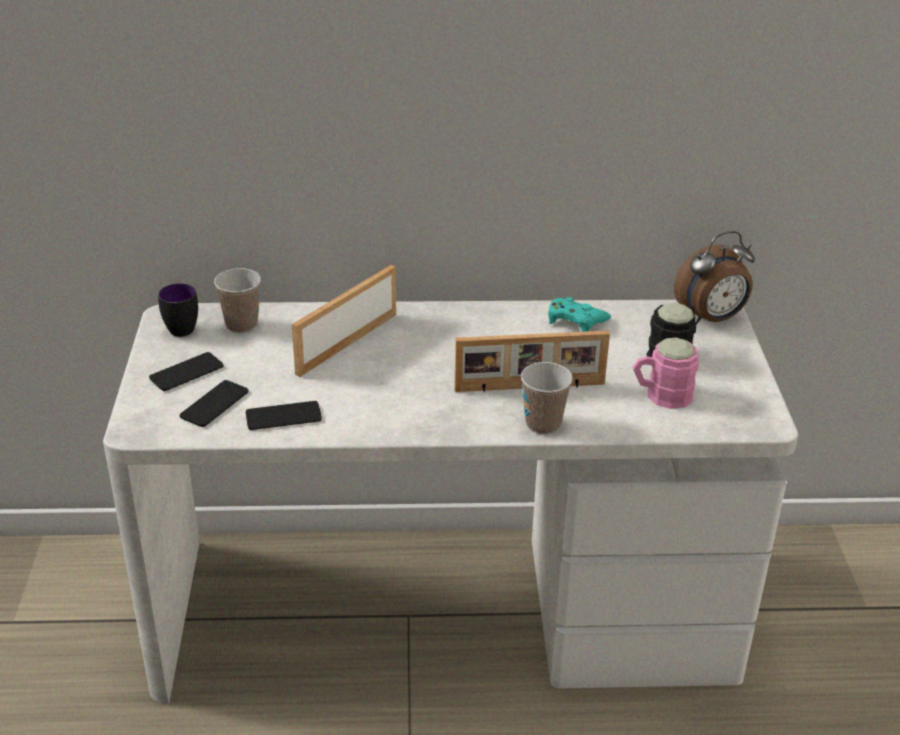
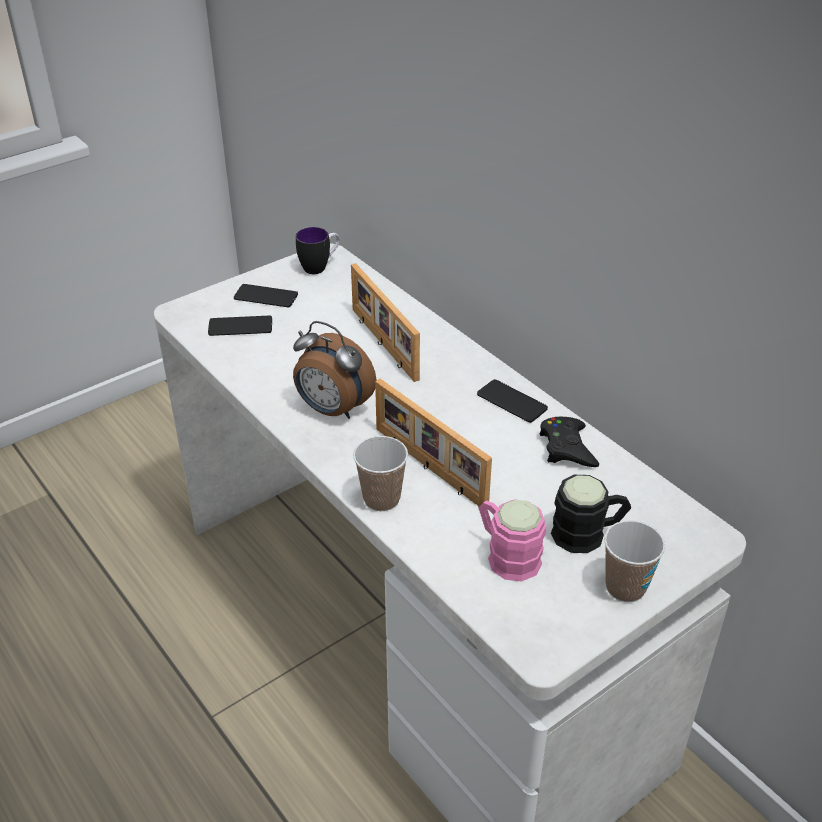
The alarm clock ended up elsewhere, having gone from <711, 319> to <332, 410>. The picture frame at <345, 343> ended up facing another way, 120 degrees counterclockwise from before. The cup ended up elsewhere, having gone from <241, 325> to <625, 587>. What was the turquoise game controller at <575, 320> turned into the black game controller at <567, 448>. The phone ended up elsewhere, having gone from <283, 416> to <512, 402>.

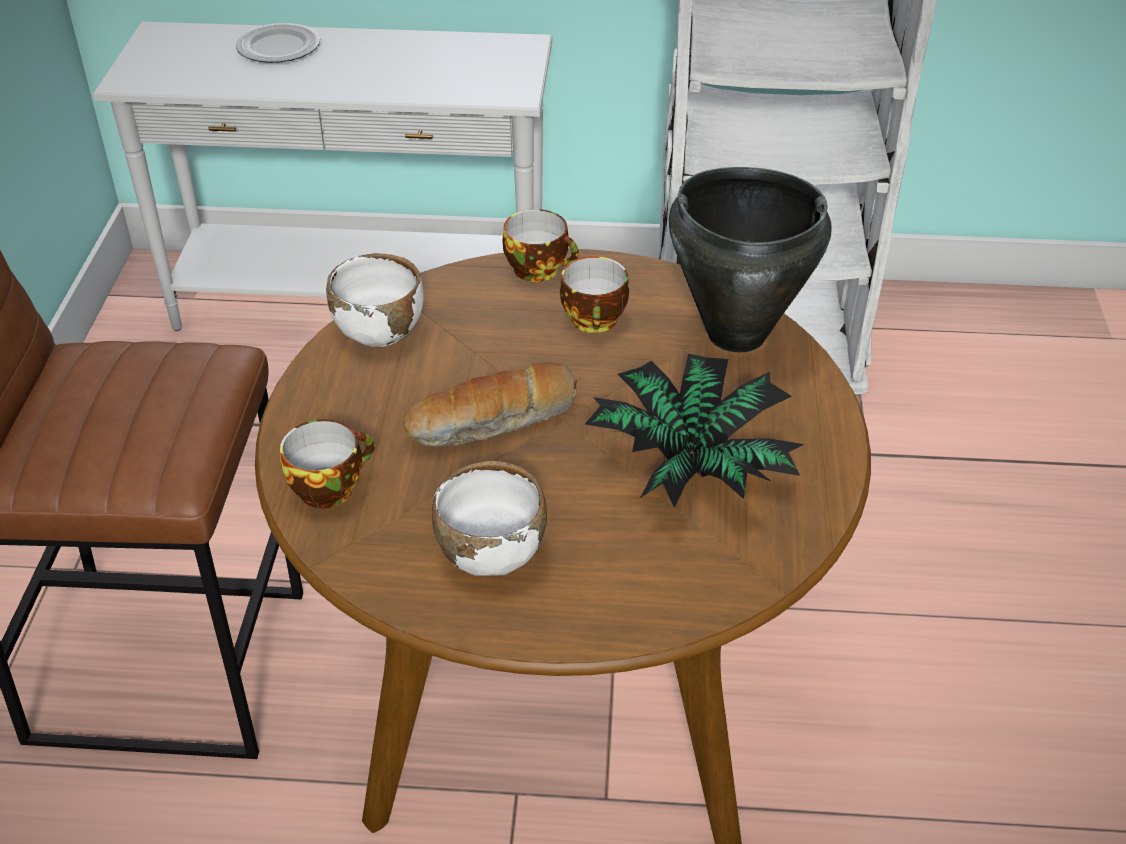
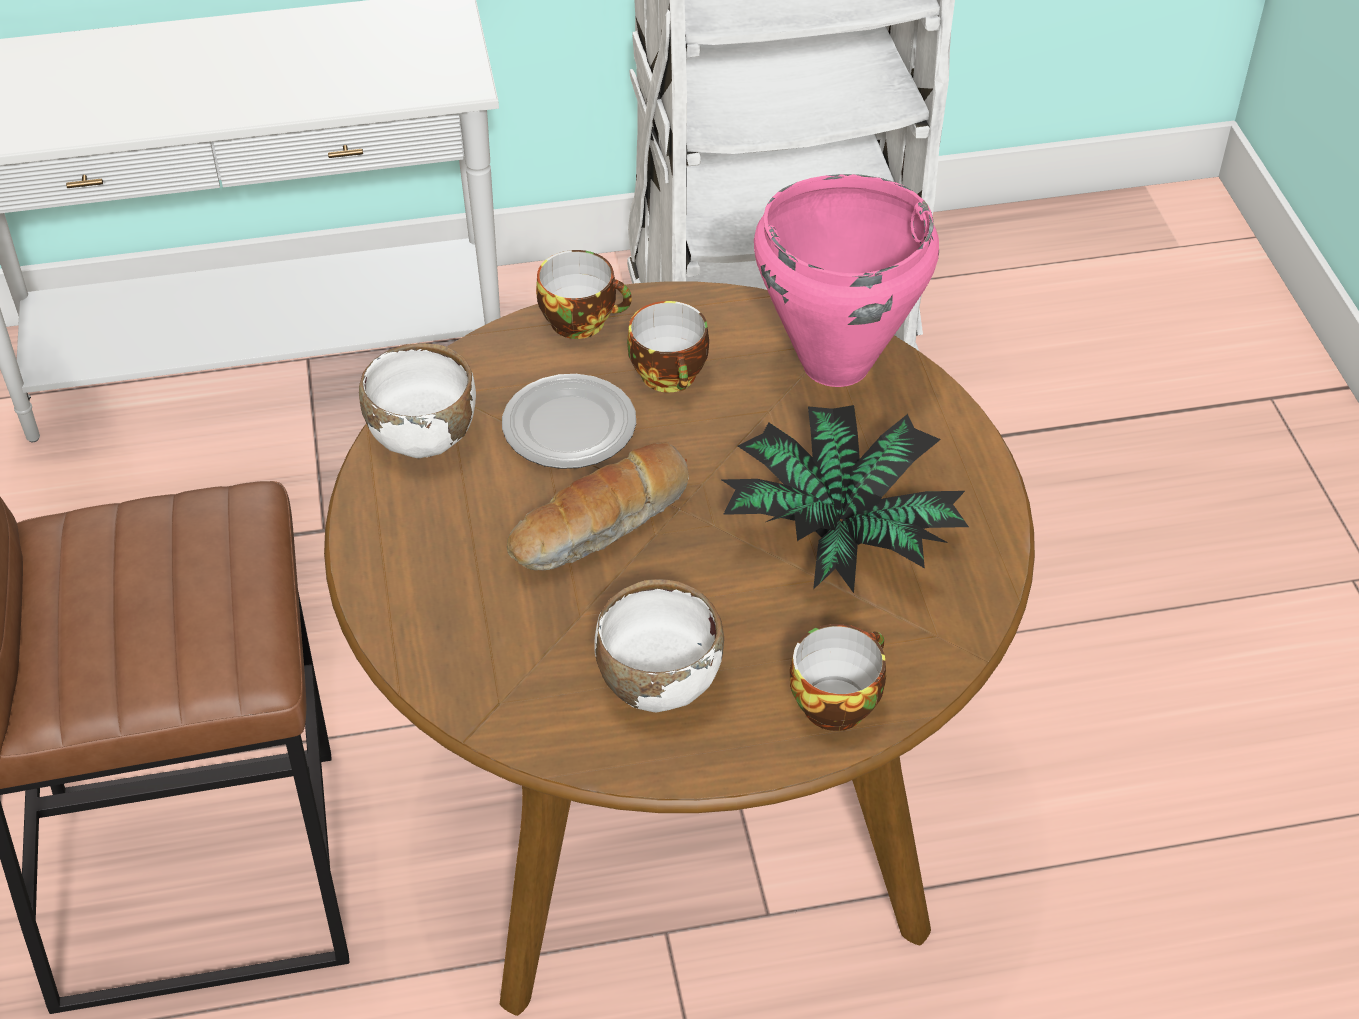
The plate ended up elsewhere, having gone from <278, 48> to <569, 428>. What was the black cooking pot at <735, 333> turned into the pink cooking pot at <834, 363>. The cup ended up elsewhere, having gone from <329, 486> to <836, 700>.

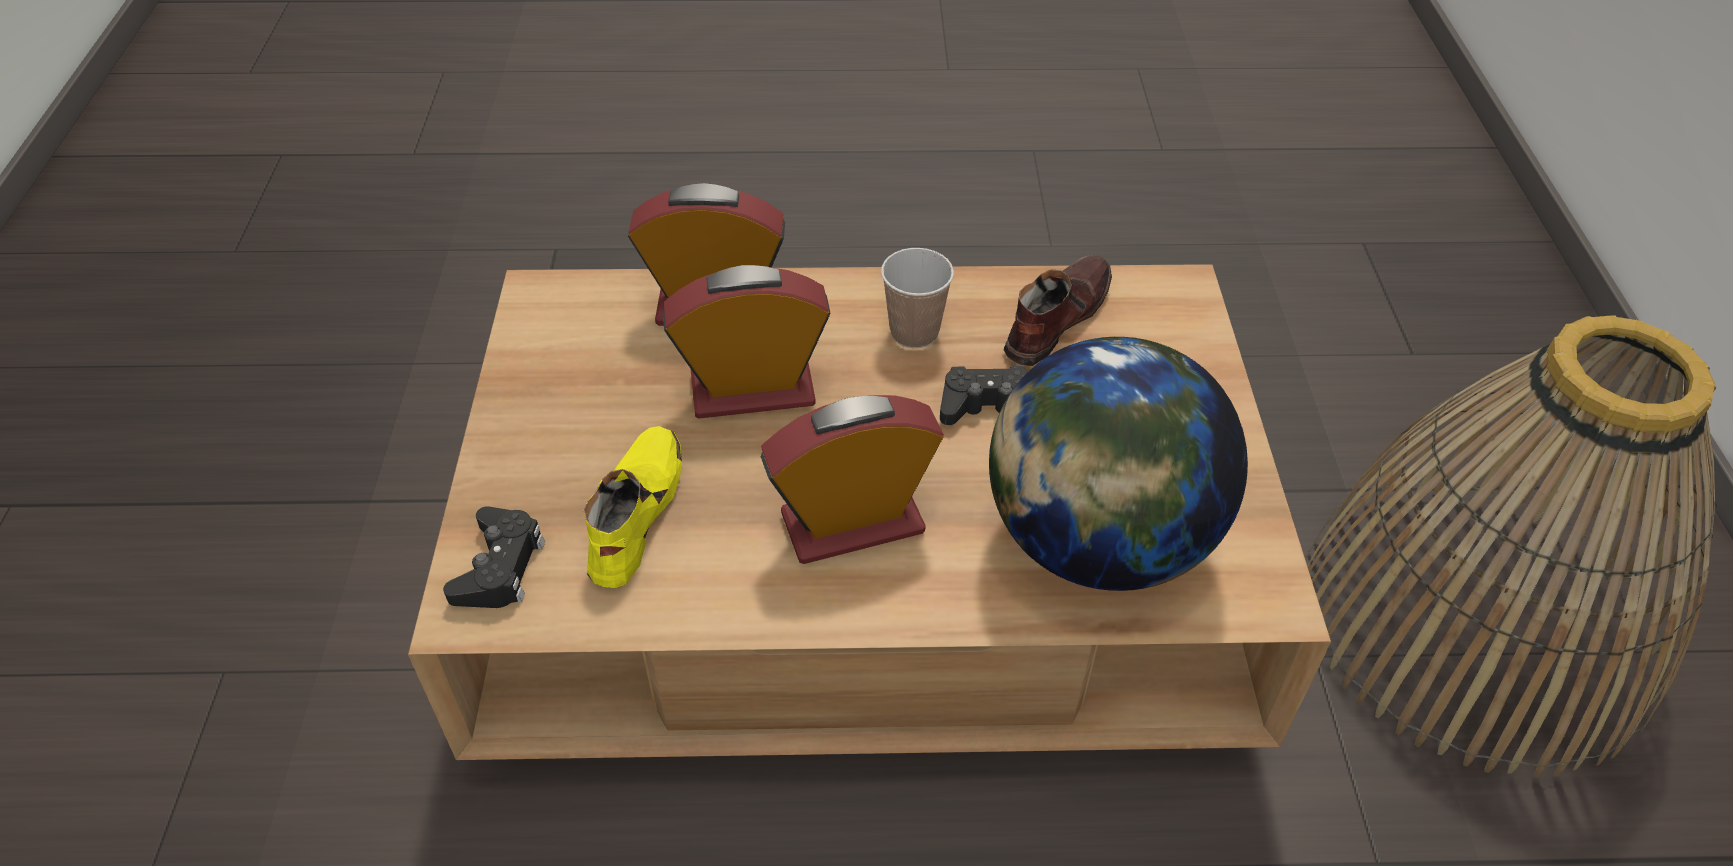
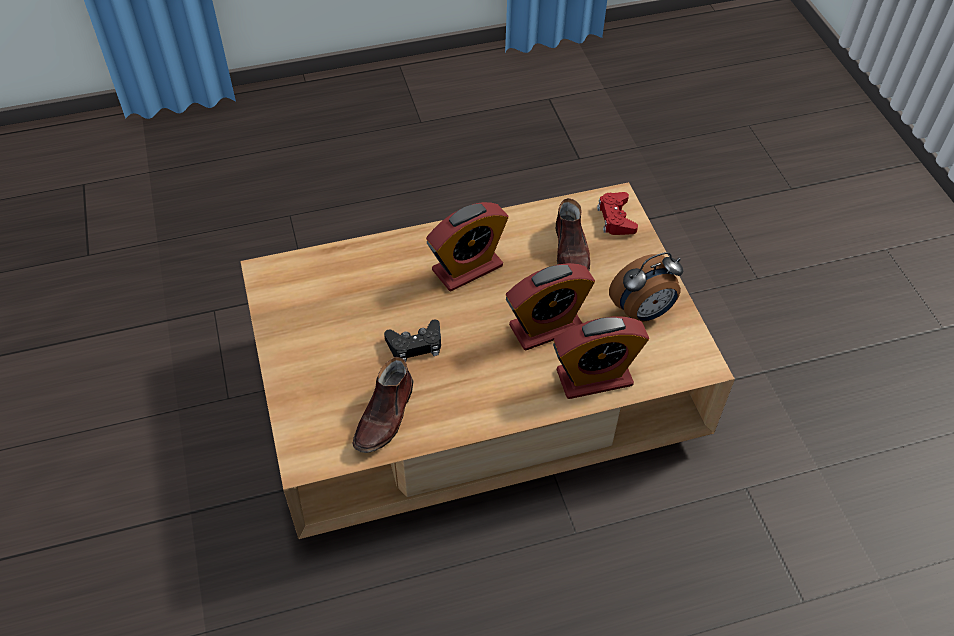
The second view lost the cup at <914, 333>. The second view lost the basket at <1475, 622>. The second view lost the globe at <1096, 542>. What was the yellow shoe at <634, 514> turned into the brown shoe at <571, 252>. What was the black game controller at <499, 567> turned into the red game controller at <616, 218>. The second view gained the alarm clock at <642, 312>.

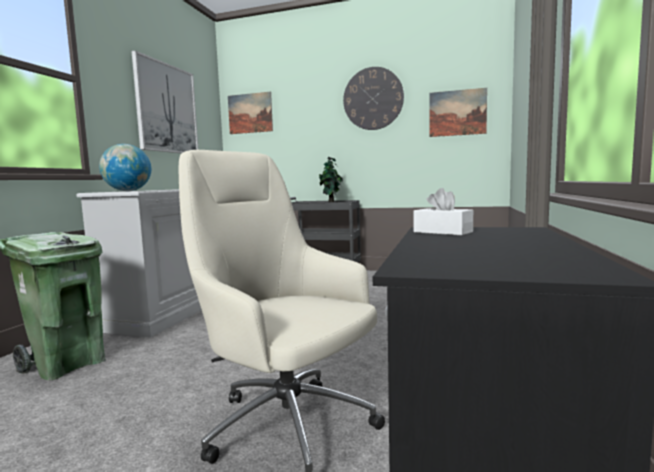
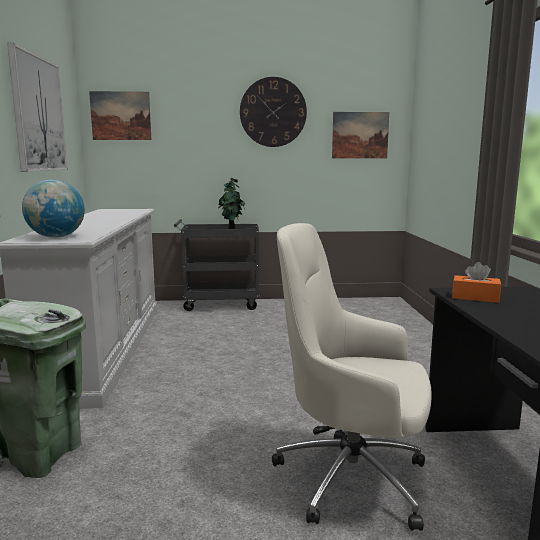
What was the white tissue box at <442, 232> turned into the orange tissue box at <475, 297>.

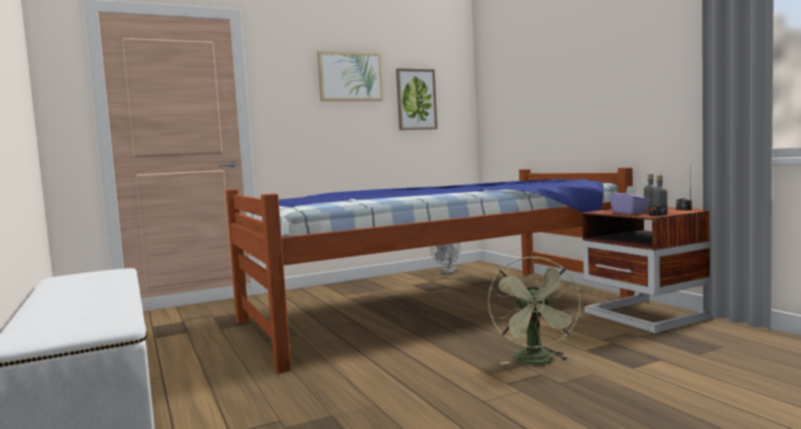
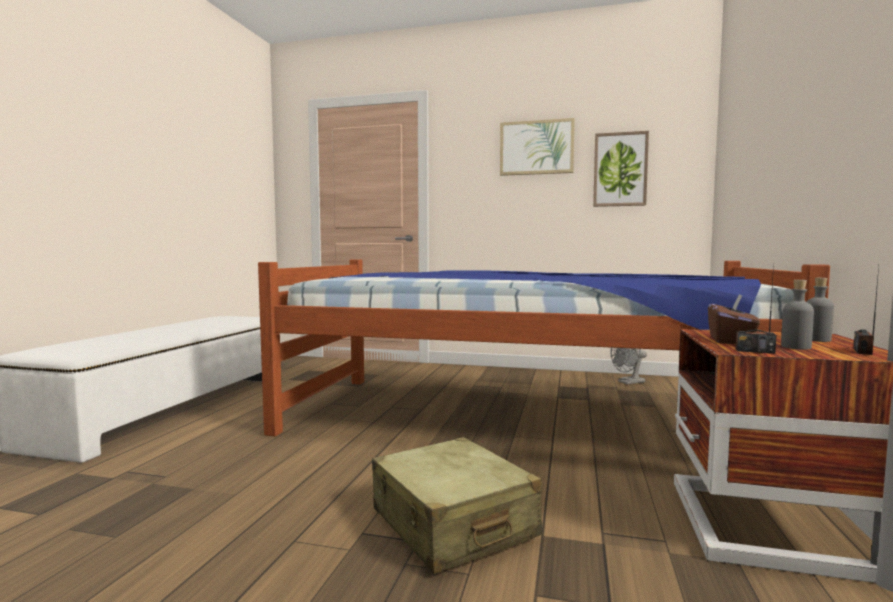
What was the purple tissue box at <629, 213> turned into the brown tissue box at <731, 341>. Where the green fan stood at <537, 362>, the beige suitcase came to stand at <452, 523>.

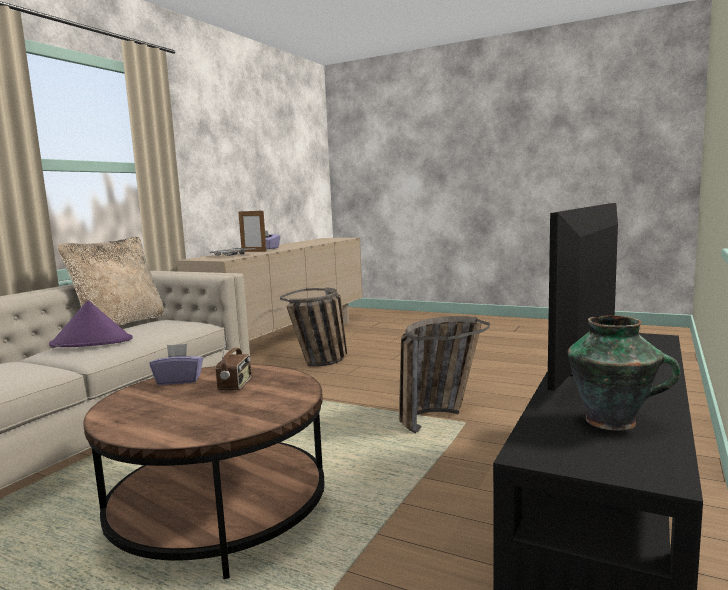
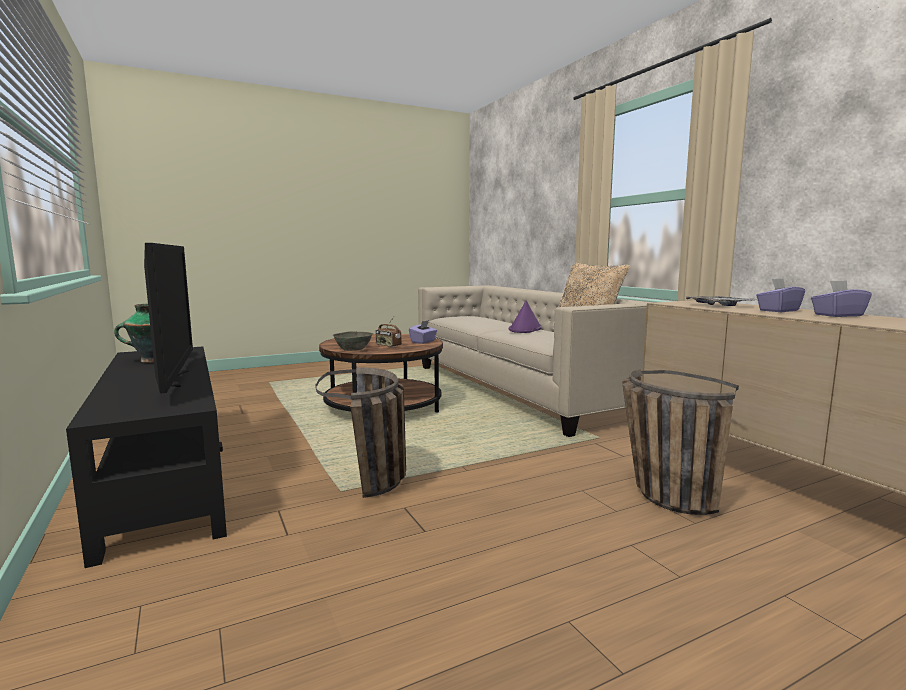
Where the picture frame stood at <253, 251>, the purple tissue box came to stand at <778, 310>. The second view gained the grey bowl at <353, 349>.

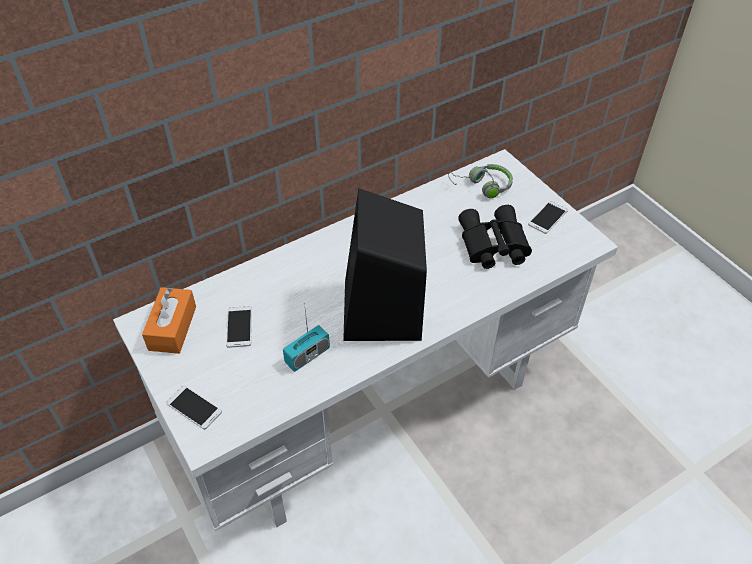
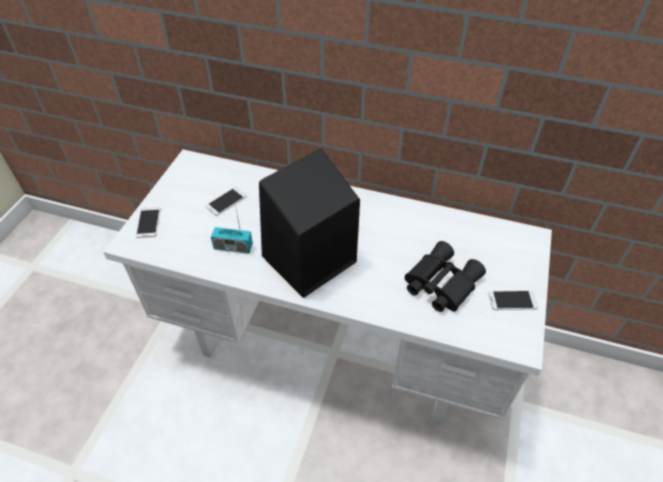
The second view lost the grey headphones at <482, 186>. The second view lost the orange tissue box at <172, 328>.

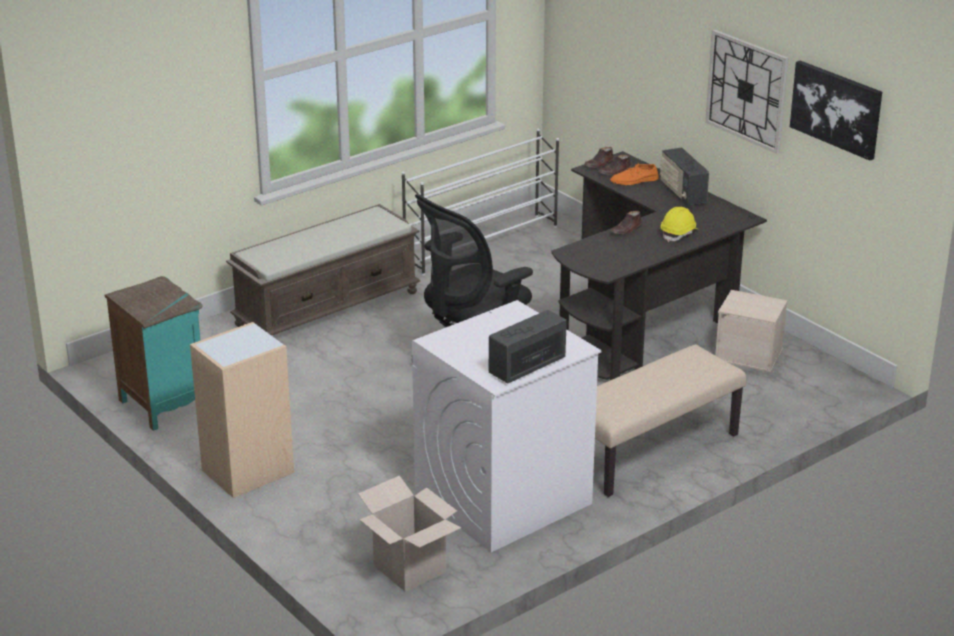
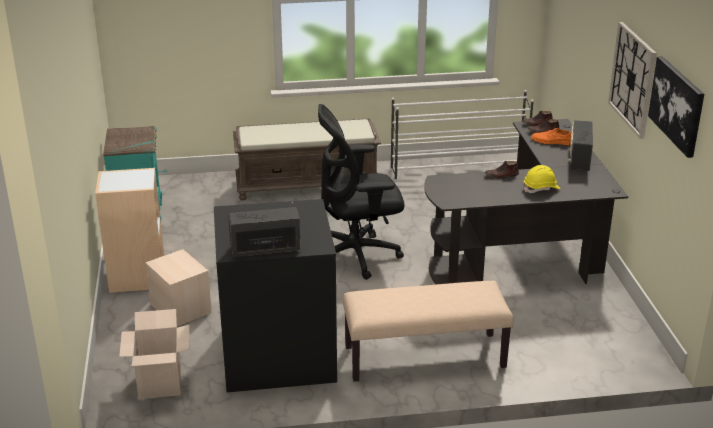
The beige storage box ended up elsewhere, having gone from <749, 354> to <181, 308>. What was the white washing machine at <502, 499> turned into the black washing machine at <277, 355>.

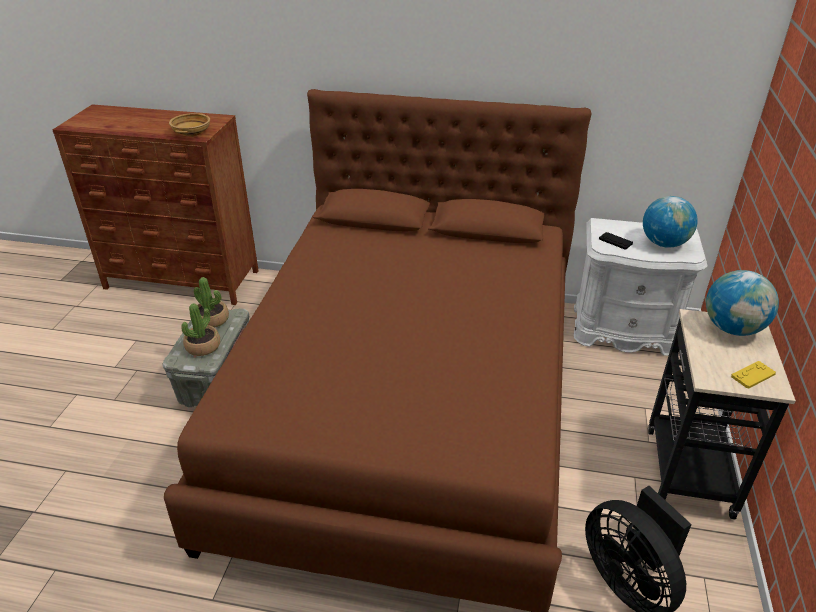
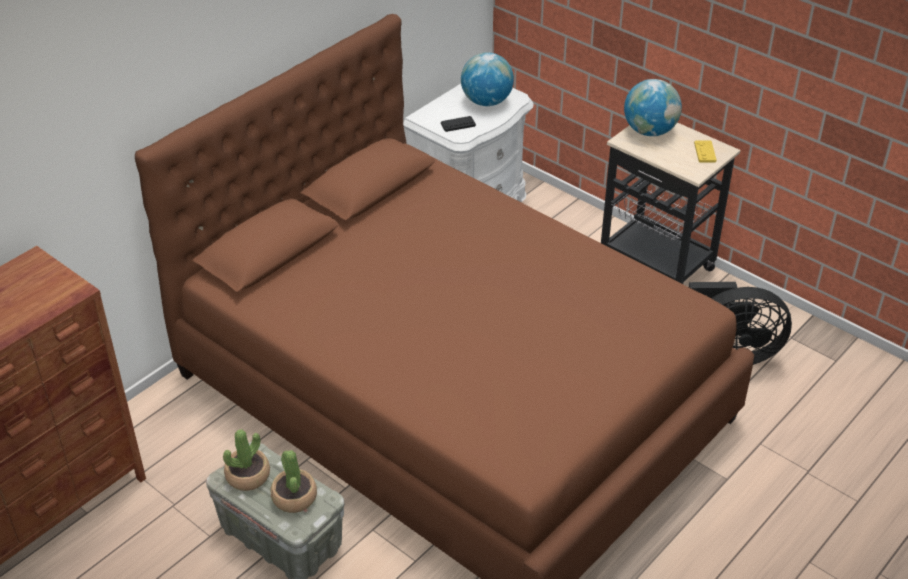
The second view lost the beige bowl at <192, 133>.

